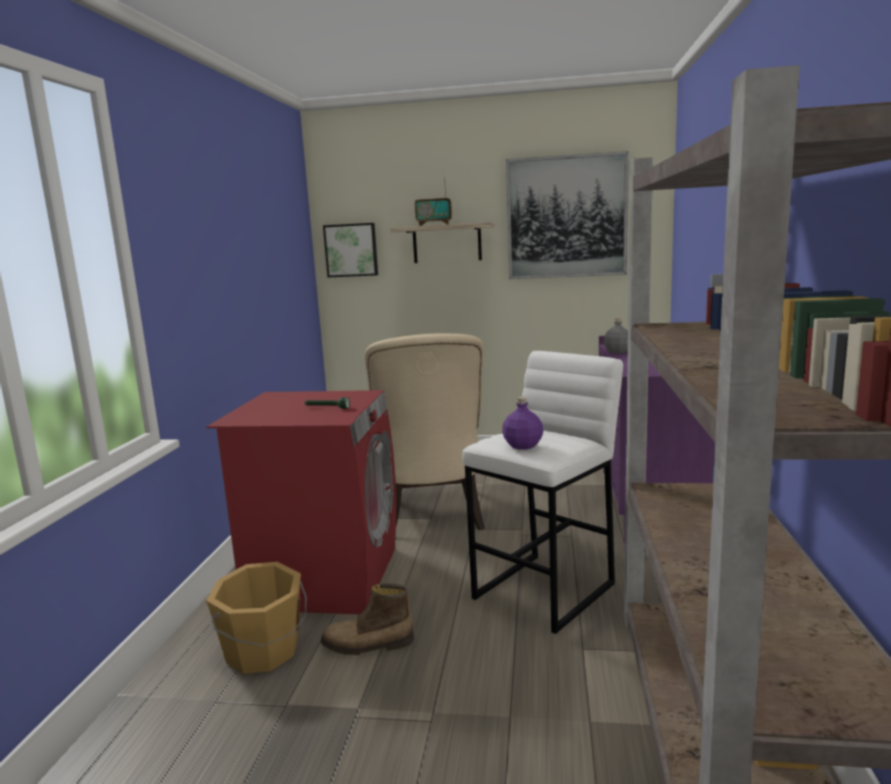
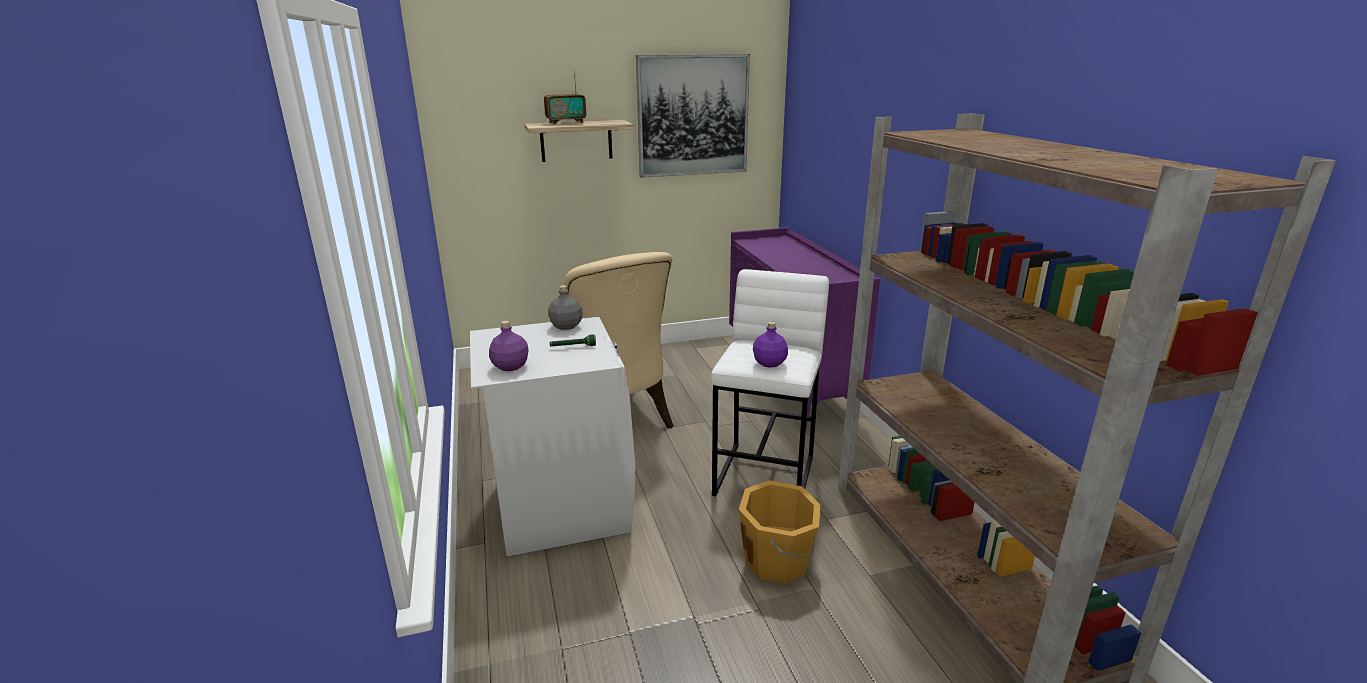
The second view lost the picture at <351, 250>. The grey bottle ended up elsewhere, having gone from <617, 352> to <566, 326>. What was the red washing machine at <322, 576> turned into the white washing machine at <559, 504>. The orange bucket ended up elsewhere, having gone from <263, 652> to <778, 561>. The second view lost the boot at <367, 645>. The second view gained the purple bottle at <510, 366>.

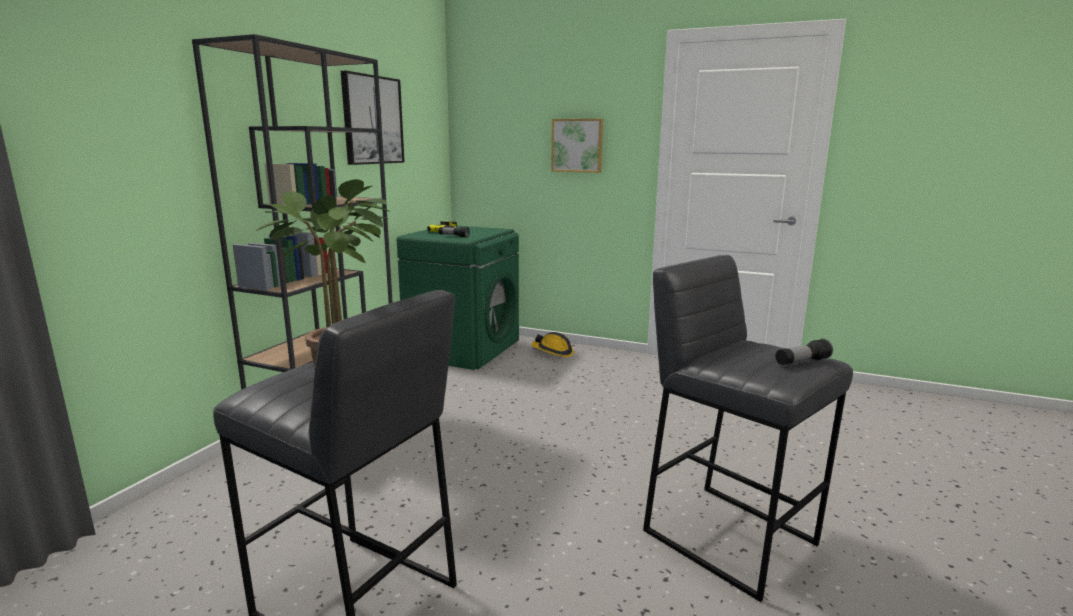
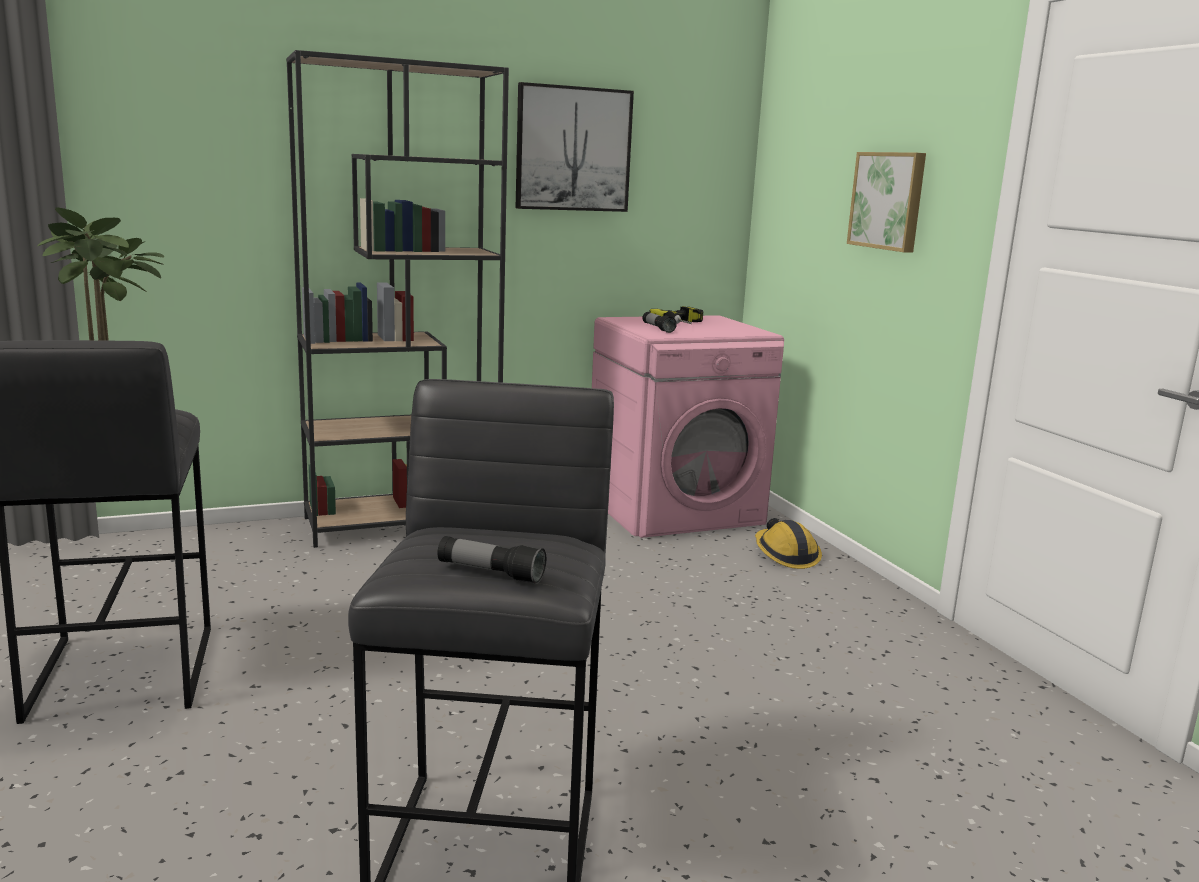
What was the green washing machine at <466, 349> turned into the pink washing machine at <679, 510>.

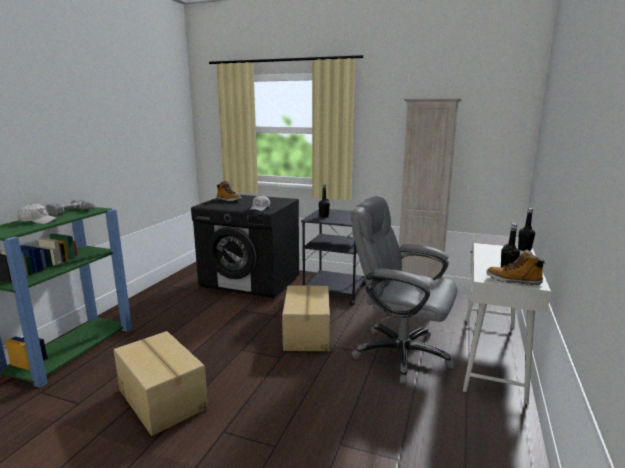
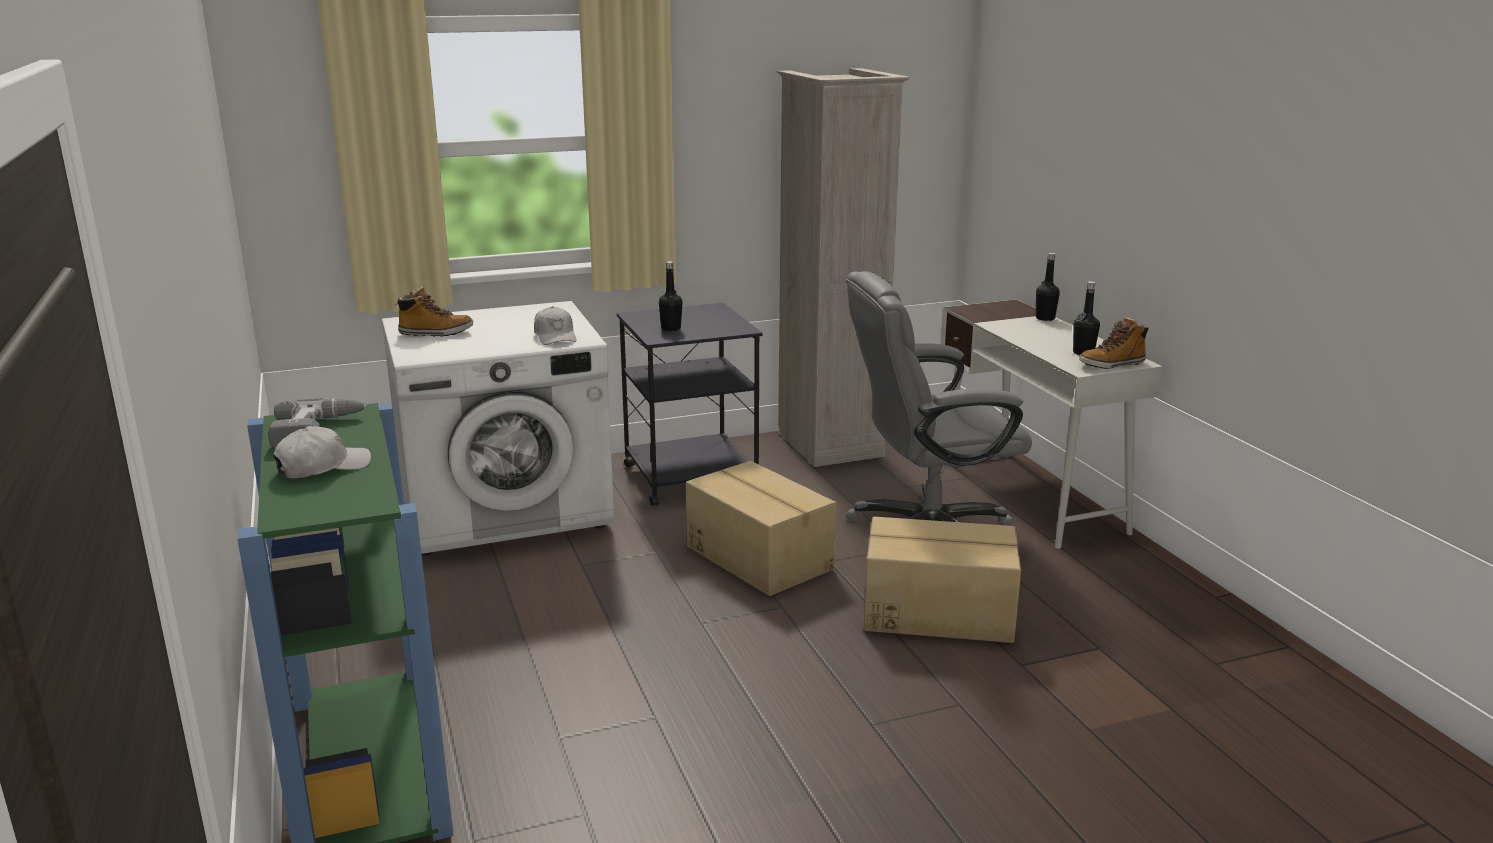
What was the black washing machine at <250, 283> turned into the white washing machine at <508, 516>. The cardboard box ended up elsewhere, having gone from <163, 398> to <937, 612>.

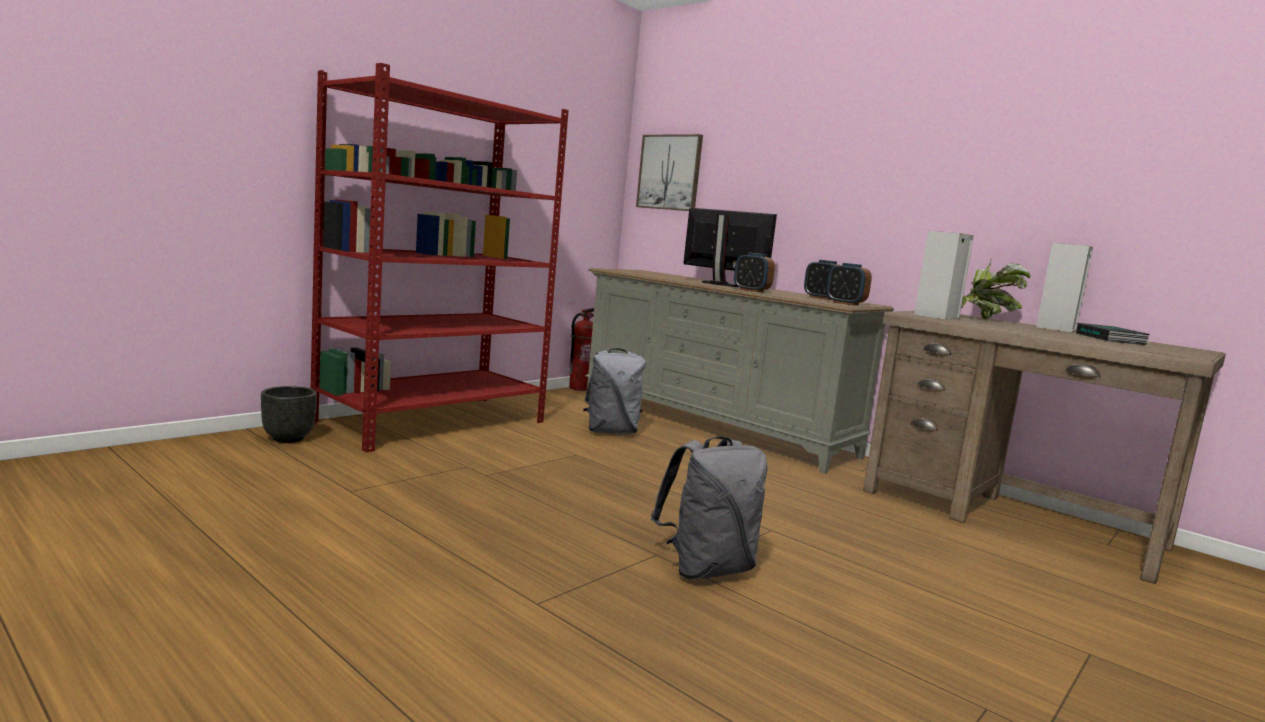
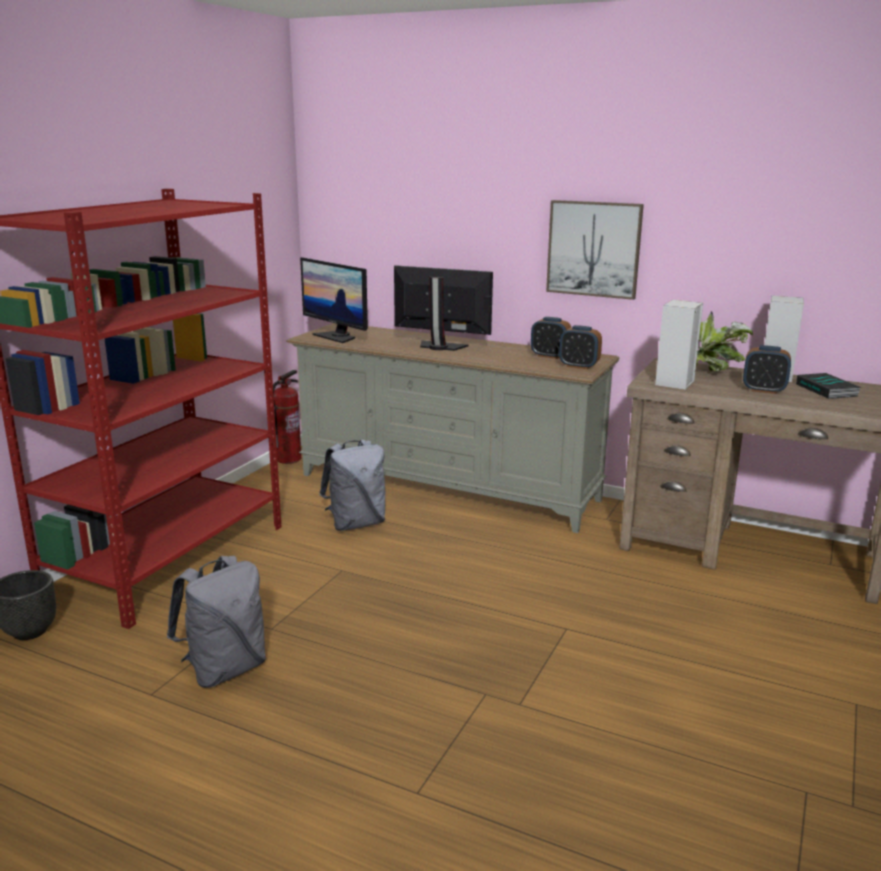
The picture ended up elsewhere, having gone from <669, 172> to <594, 249>. The alarm clock ended up elsewhere, having gone from <751, 290> to <763, 390>. The grey backpack ended up elsewhere, having gone from <706, 569> to <224, 669>. The second view gained the monitor at <337, 337>.

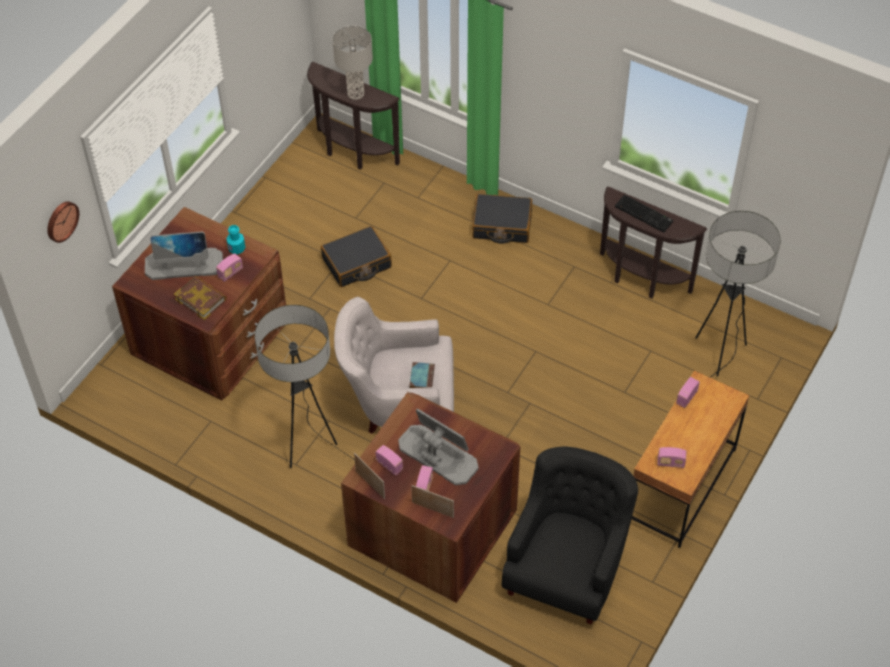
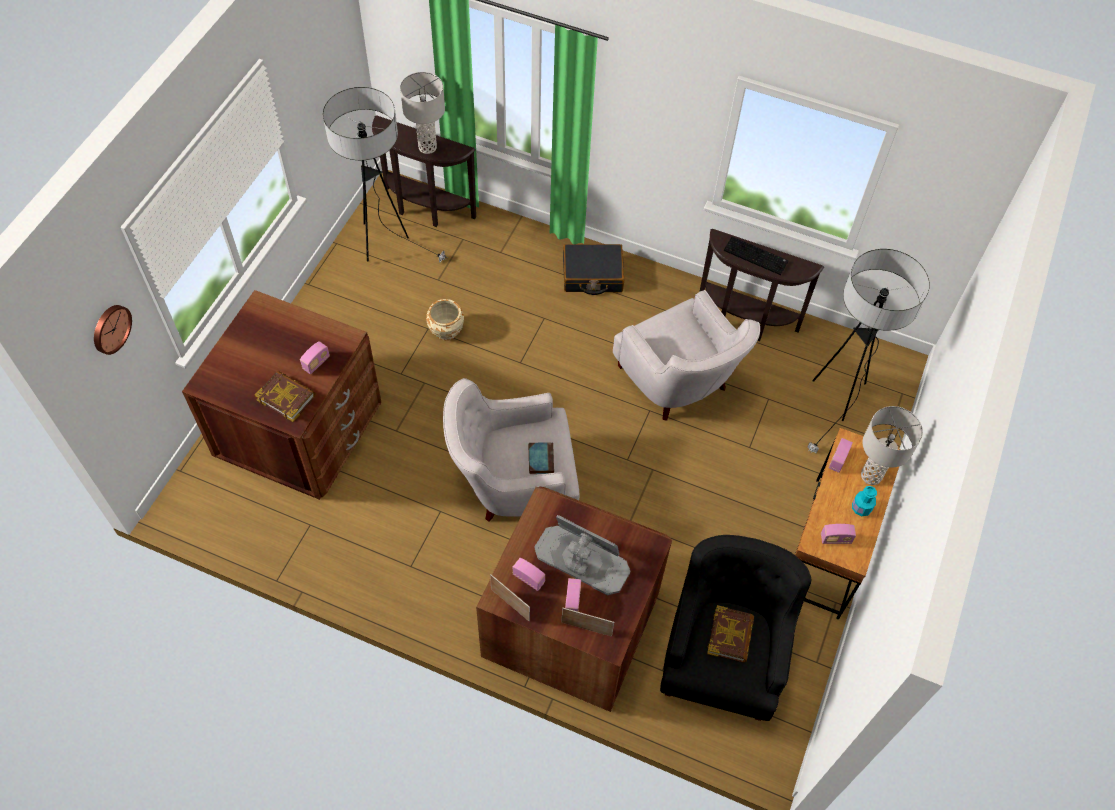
The turquoise bottle ended up elsewhere, having gone from <236, 248> to <861, 508>. Where the black suitcase stood at <356, 263>, the beige planter came to stand at <446, 330>. The second view lost the monitor at <184, 264>. The floor lamp ended up elsewhere, having gone from <310, 448> to <383, 244>. The second view gained the white armchair at <678, 383>. The second view gained the white table lamp at <871, 476>. The second view gained the book at <730, 636>.

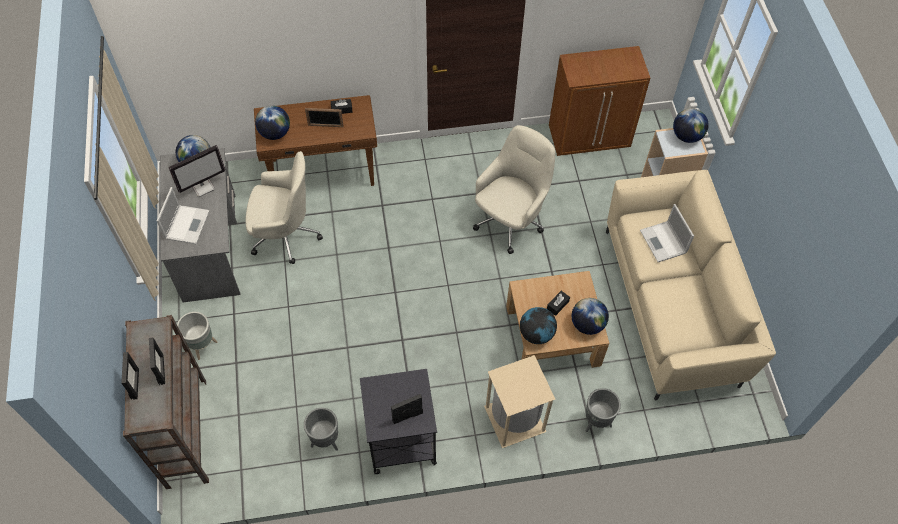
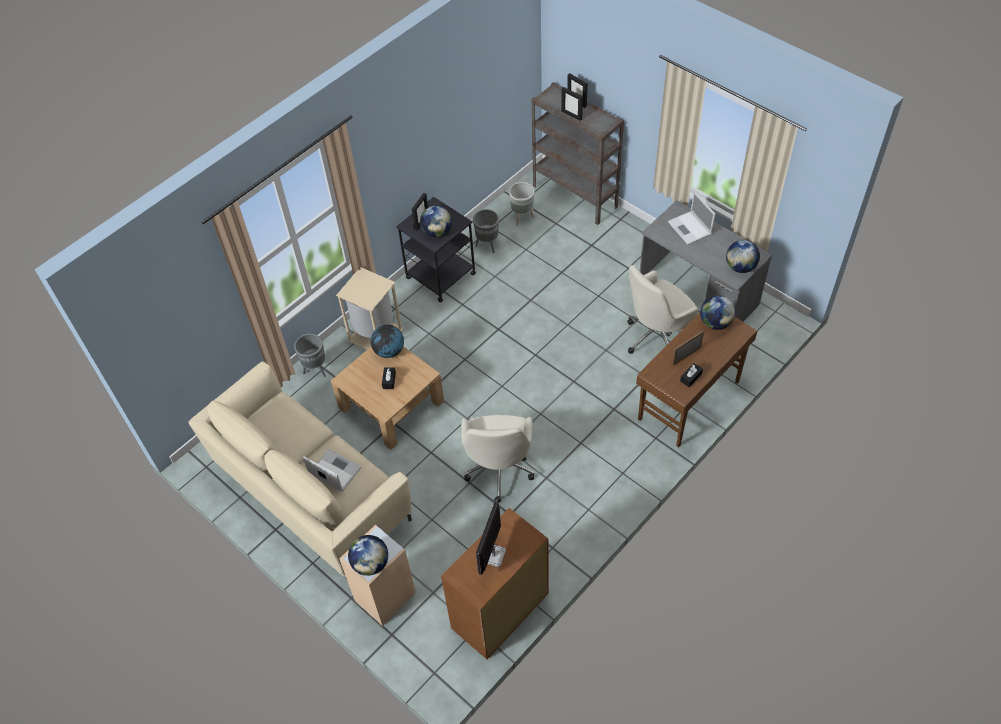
The monitor ended up elsewhere, having gone from <203, 186> to <493, 555>. The globe ended up elsewhere, having gone from <587, 324> to <437, 232>. The grey planter ended up elsewhere, having gone from <203, 346> to <522, 218>.

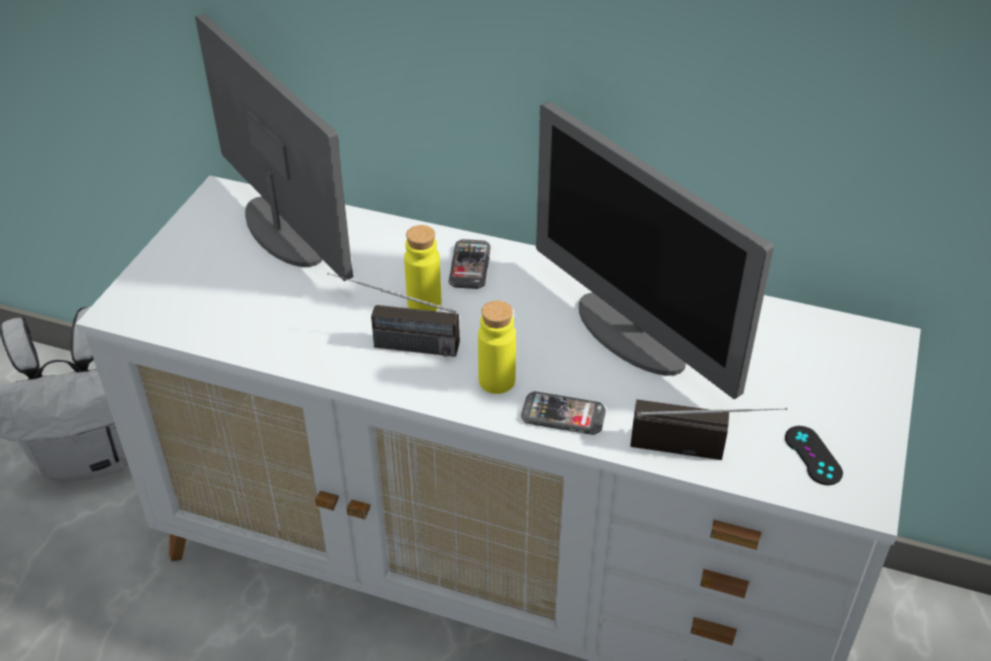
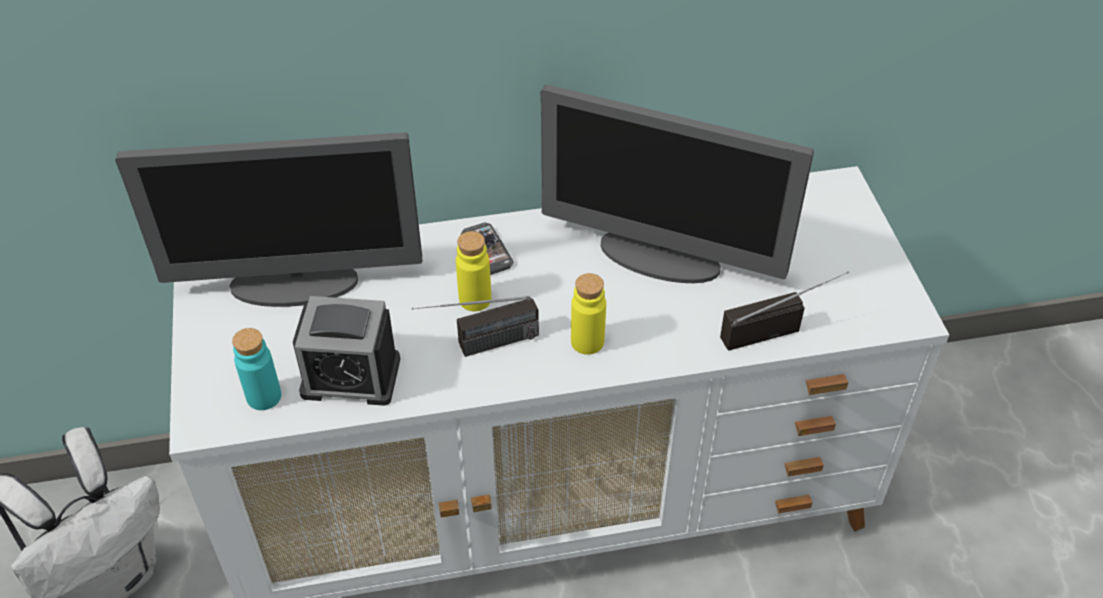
The monitor at <284, 232> ended up facing another way, 150 degrees clockwise from before. The second view lost the phone at <563, 415>. The second view lost the black game controller at <813, 455>. The second view gained the alarm clock at <350, 376>. The second view gained the turquoise bottle at <264, 396>.

